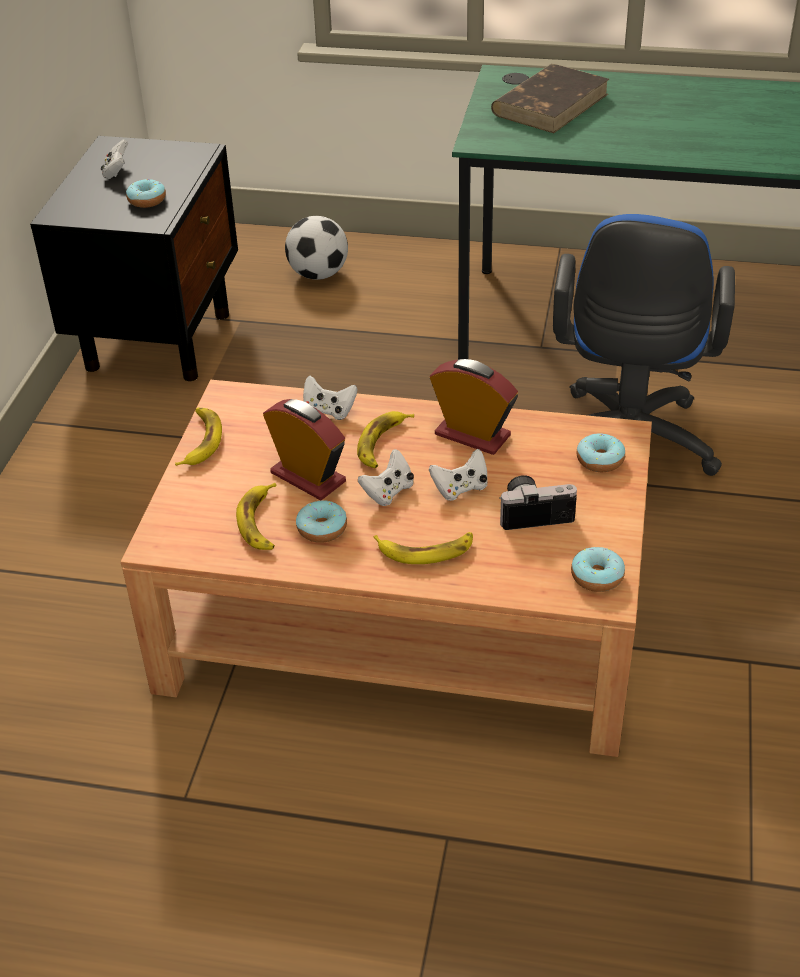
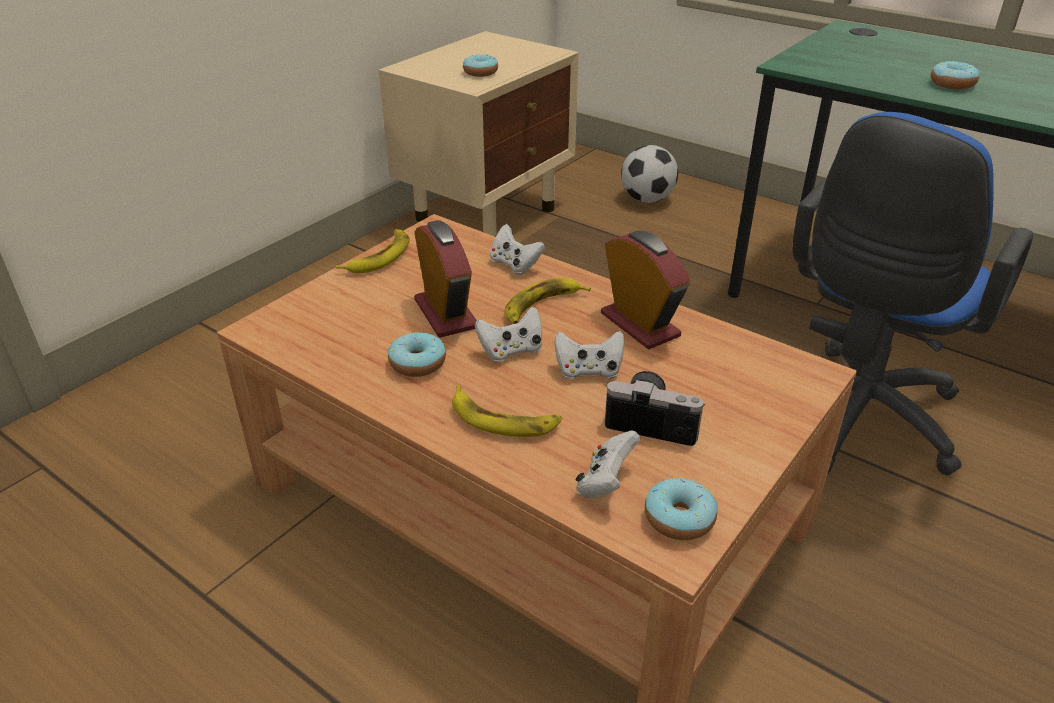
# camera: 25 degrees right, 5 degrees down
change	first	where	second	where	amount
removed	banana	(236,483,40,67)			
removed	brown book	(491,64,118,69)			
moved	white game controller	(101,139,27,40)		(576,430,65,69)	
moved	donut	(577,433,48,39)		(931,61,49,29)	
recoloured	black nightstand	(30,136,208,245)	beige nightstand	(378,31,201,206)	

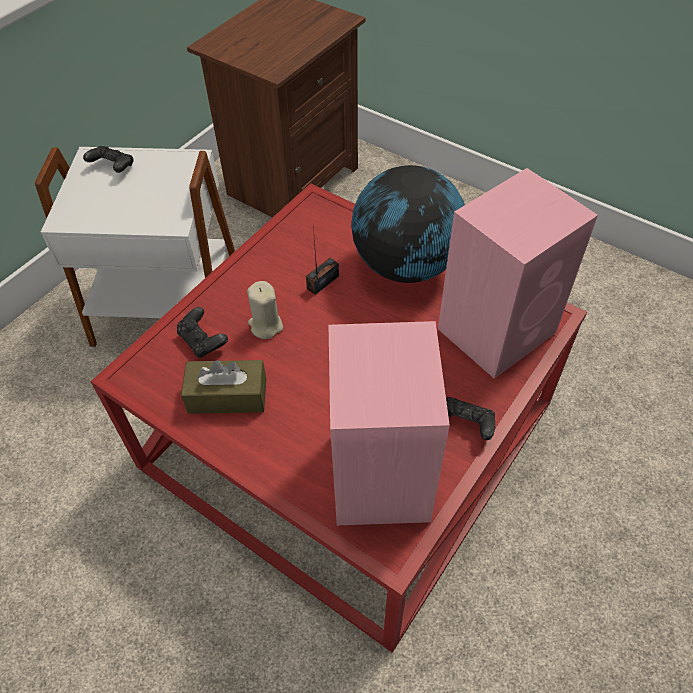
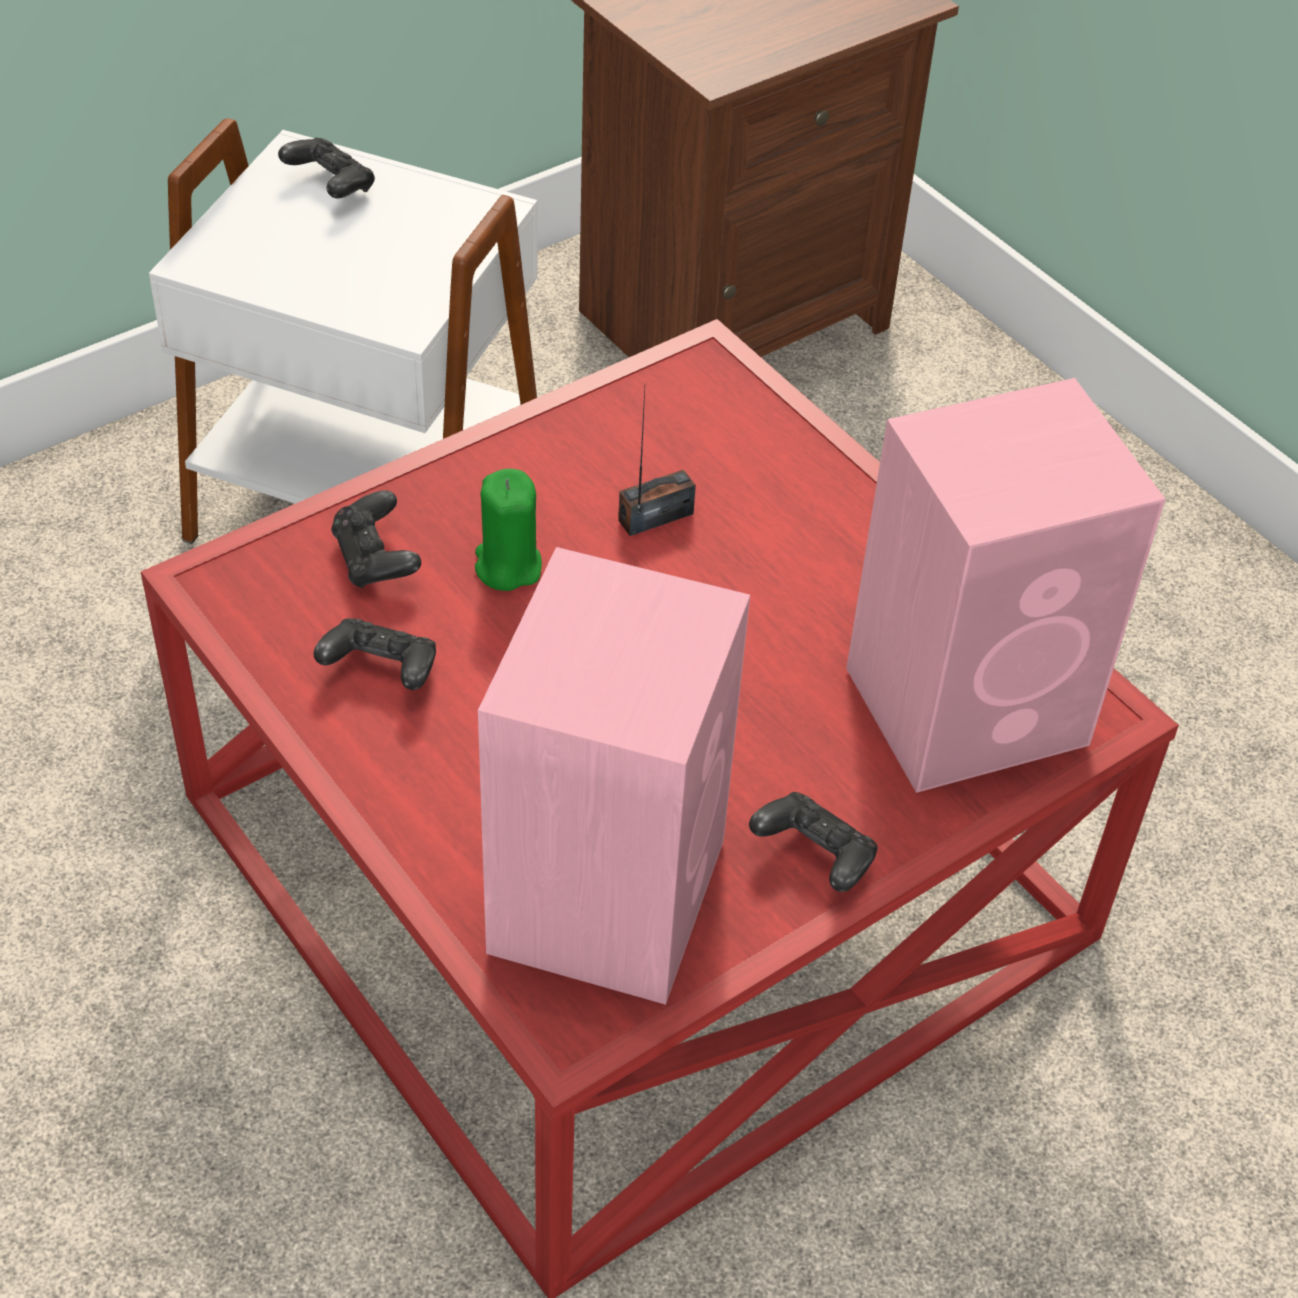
# camera: 15 degrees right, 5 degrees down
change	first	where	second	where	amount
removed	globe	(351,165,114,118)			
replaced	brown tissue box	(181,360,85,54)	black game controller	(314,618,122,72)	
recoloured	beige candle	(247,281,36,58)	green candle	(475,469,67,122)	

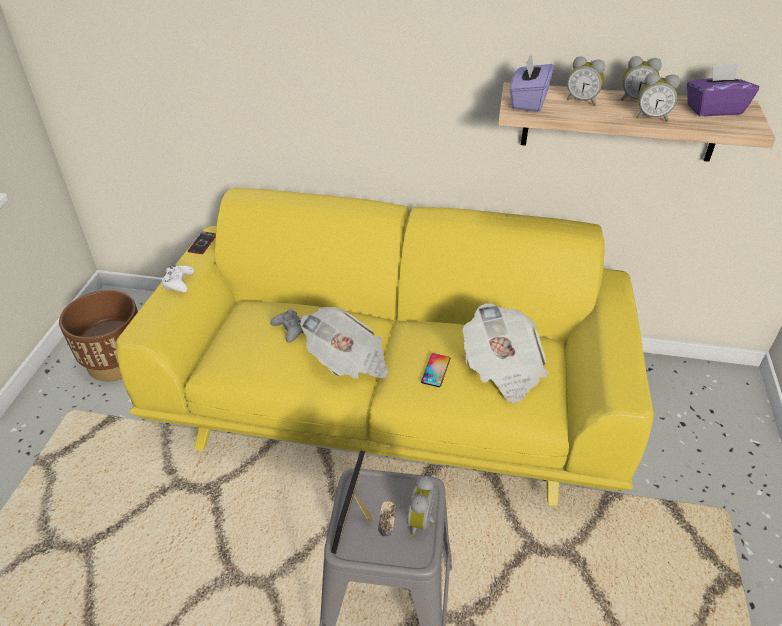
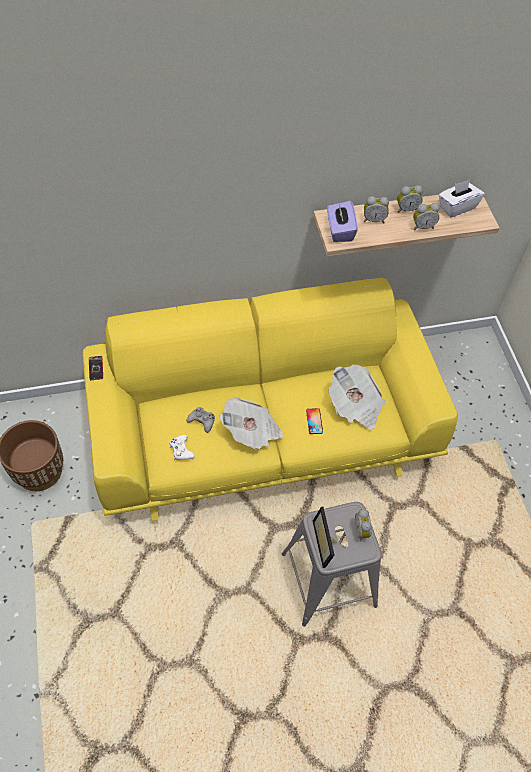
# camera: 25 degrees left, 15 degrees up
change	first	where	second	where	amount
moved	white game controller	(162,265,32,27)		(170,435,25,25)	
recoloured	purple tissue box	(687,63,72,53)	white tissue box	(439,179,45,38)	

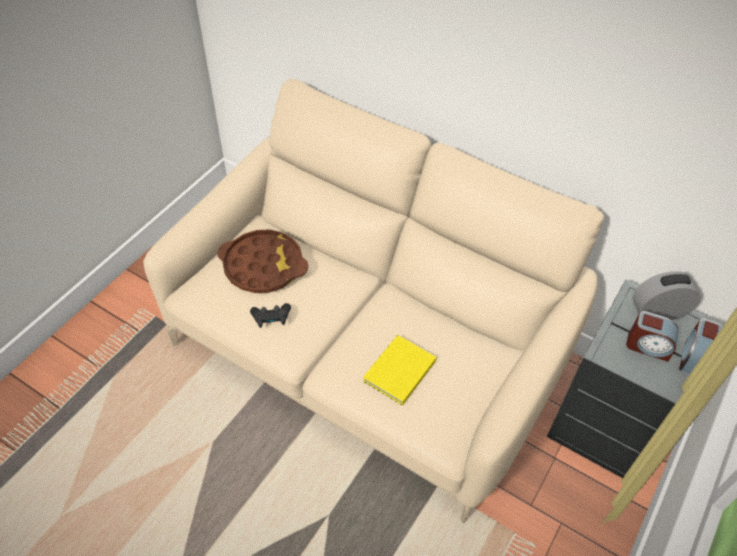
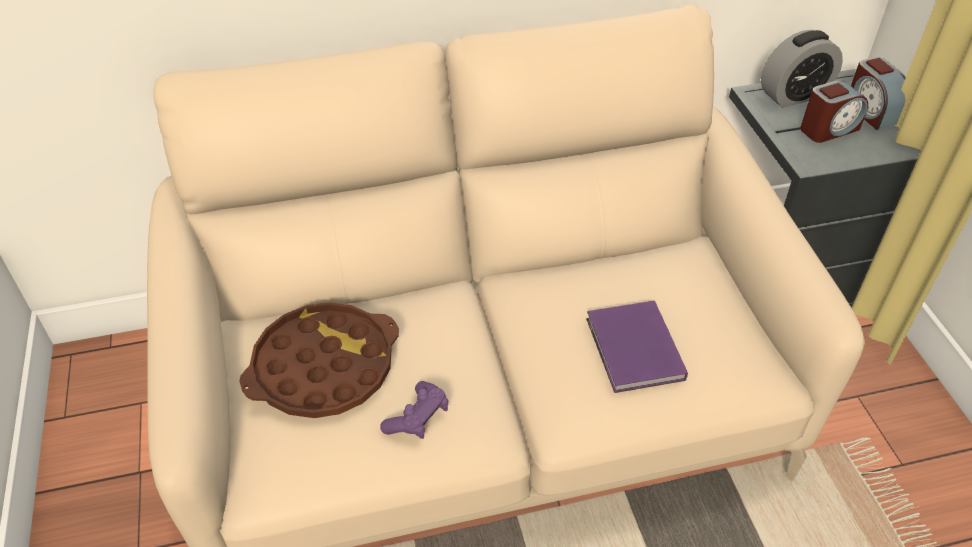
# camera: 45 degrees left, 5 degrees down
change	first	where	second	where	amount
recoloured	black game controller	(250,303,41,25)	purple game controller	(380,381,68,58)	
recoloured	yellow book	(363,335,73,70)	purple book	(586,300,102,93)	
turned	alarm clock	(632,271,68,49)		(761,30,82,78)	150 degrees counterclockwise

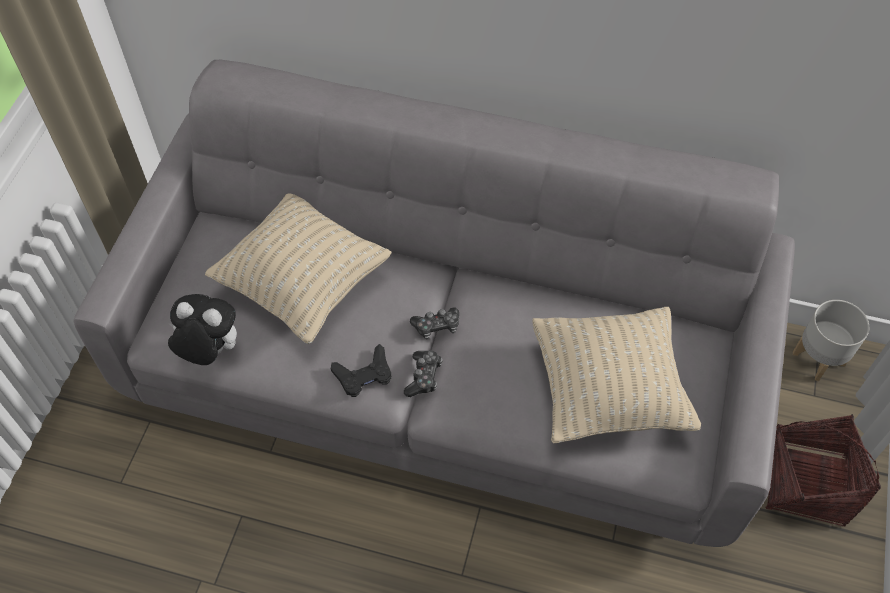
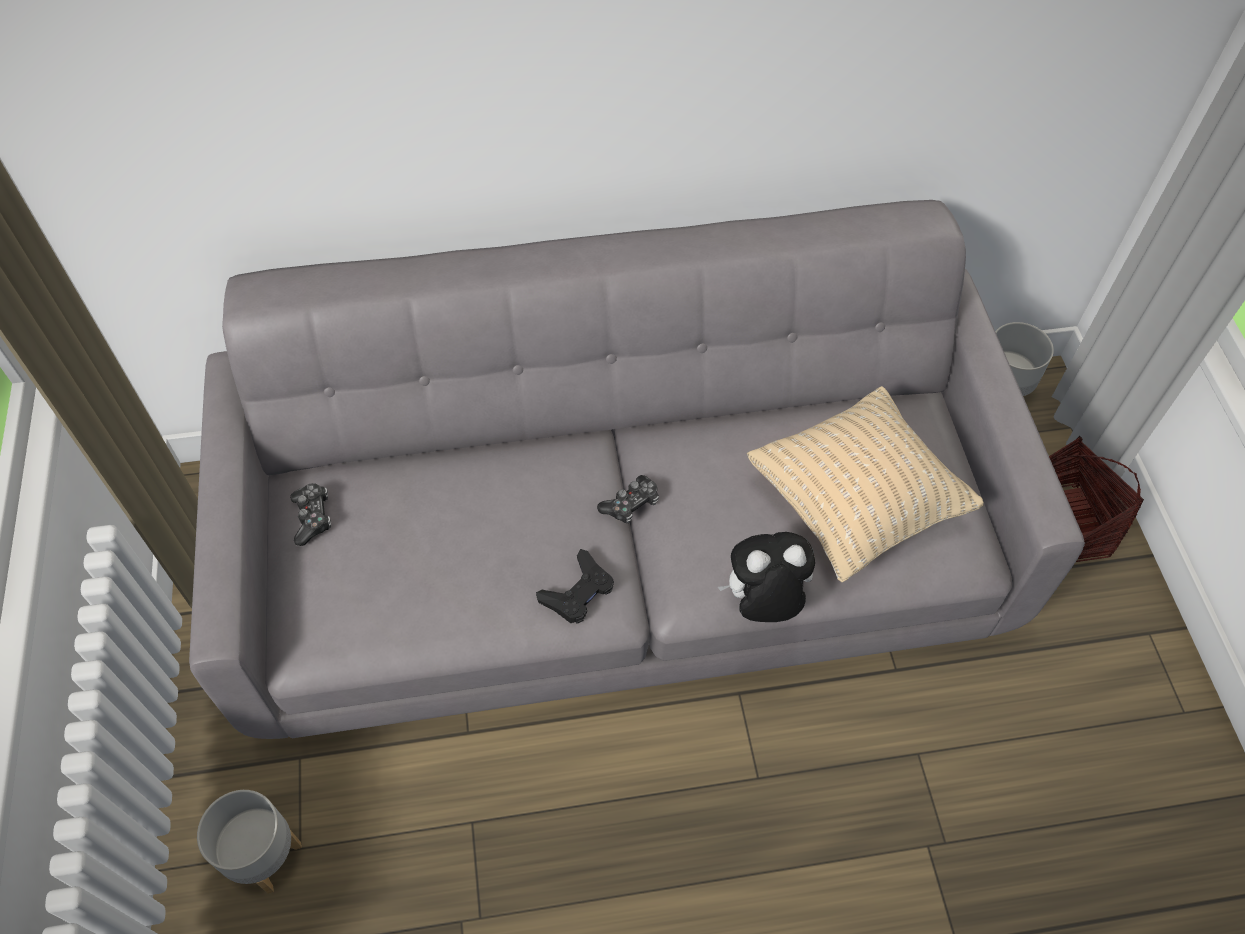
# camera: 25 degrees left, 0 degrees up
change	first	where	second	where	amount
removed	beige pillow	(205,193,187,151)			
added			grey planter	(197,790,105,104)	
moved	plush toy	(168,294,69,71)		(718,532,97,90)	
moved	game controller	(404,350,38,47)		(290,483,41,63)	

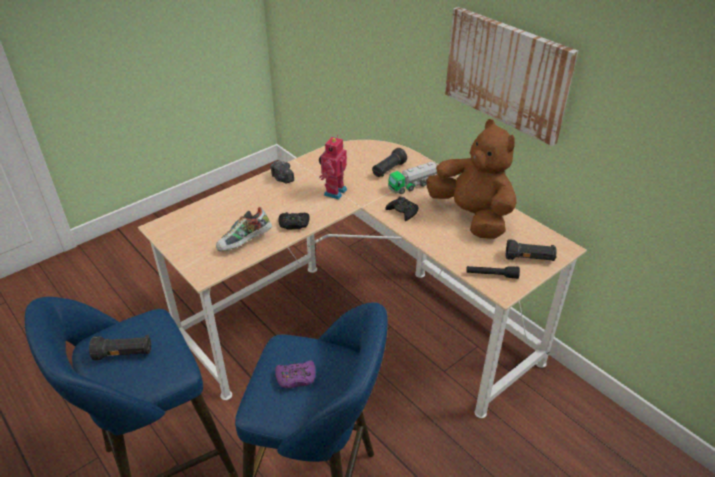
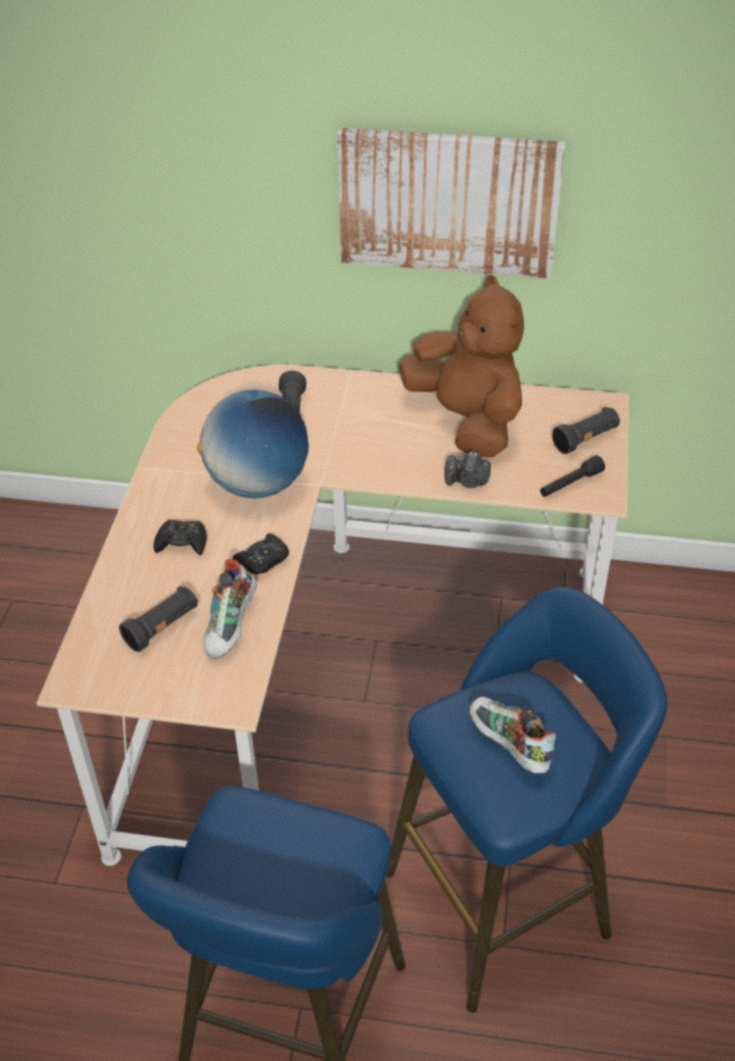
# camera: 40 degrees left, 5 degrees up
change	first	where	second	where	amount
removed	toy truck	(388,162,50,32)			
moved	black flashlight	(89,335,62,25)		(119,586,79,66)	
moved	photo camera	(270,160,24,24)		(445,451,46,37)	
moved	black game controller	(385,196,33,25)		(154,520,53,35)	
replaced	purple game controller	(275,360,41,28)	shoe	(469,697,87,77)	
replaced	toy robot	(319,135,28,65)	globe	(197,389,112,109)	
turned	brown plush toy	(427,119,89,120)		(399,275,125,182)	45 degrees clockwise

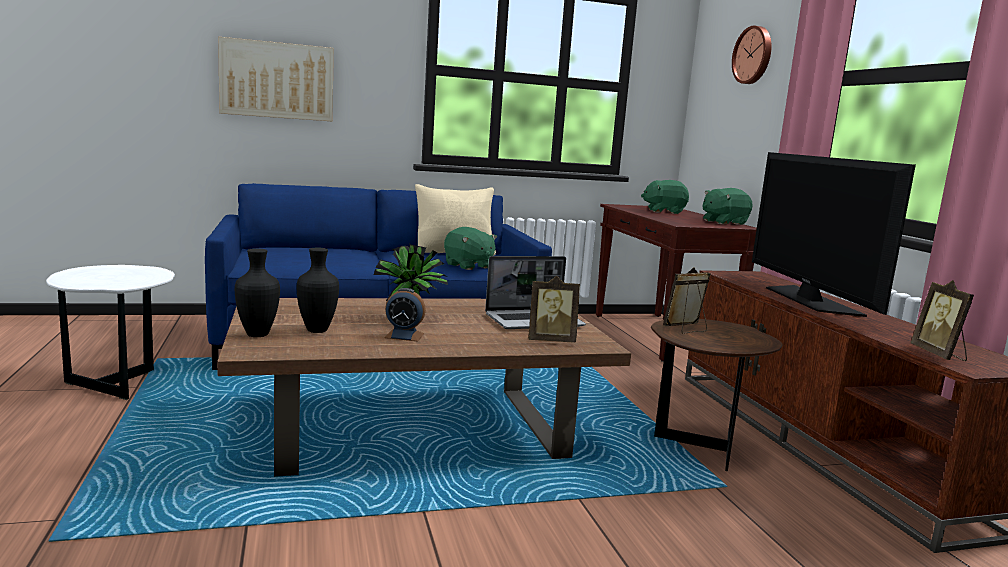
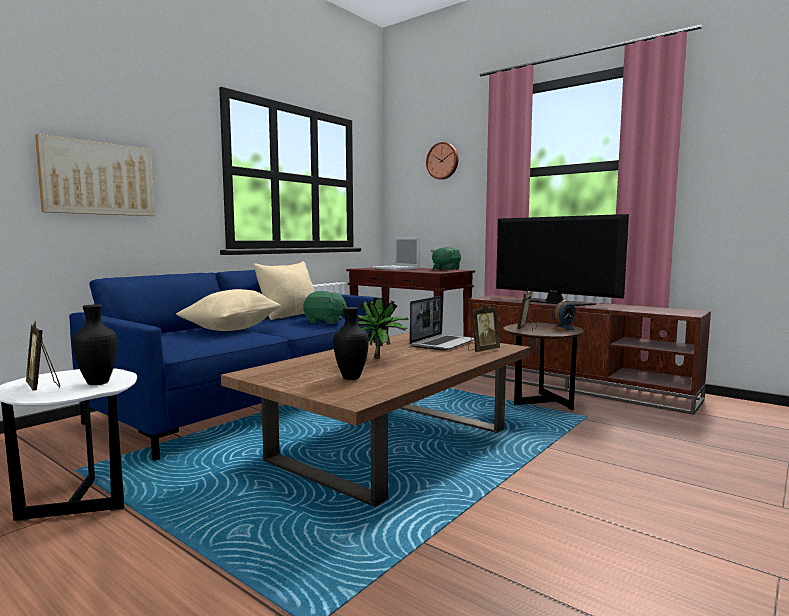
# camera: 35 degrees left, 5 degrees down
change	first	where	second	where	amount
added			beige pillow	(176,289,105,42)	
moved	black vase	(235,248,45,89)		(72,304,45,81)	
moved	alarm clock	(384,288,42,54)		(551,300,26,31)	
moved	picture frame	(910,280,64,81)		(26,320,34,70)	
replaced	green plush toy	(641,180,48,34)	laptop	(372,237,48,33)	

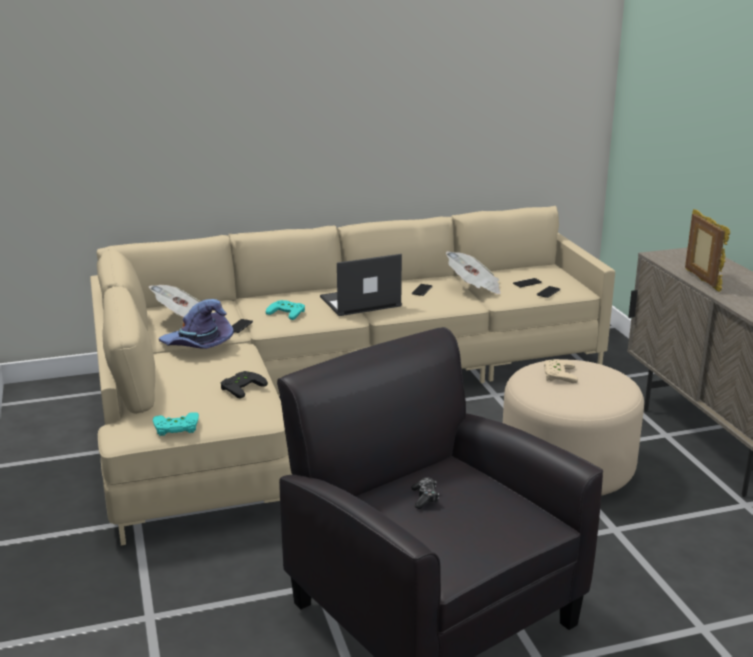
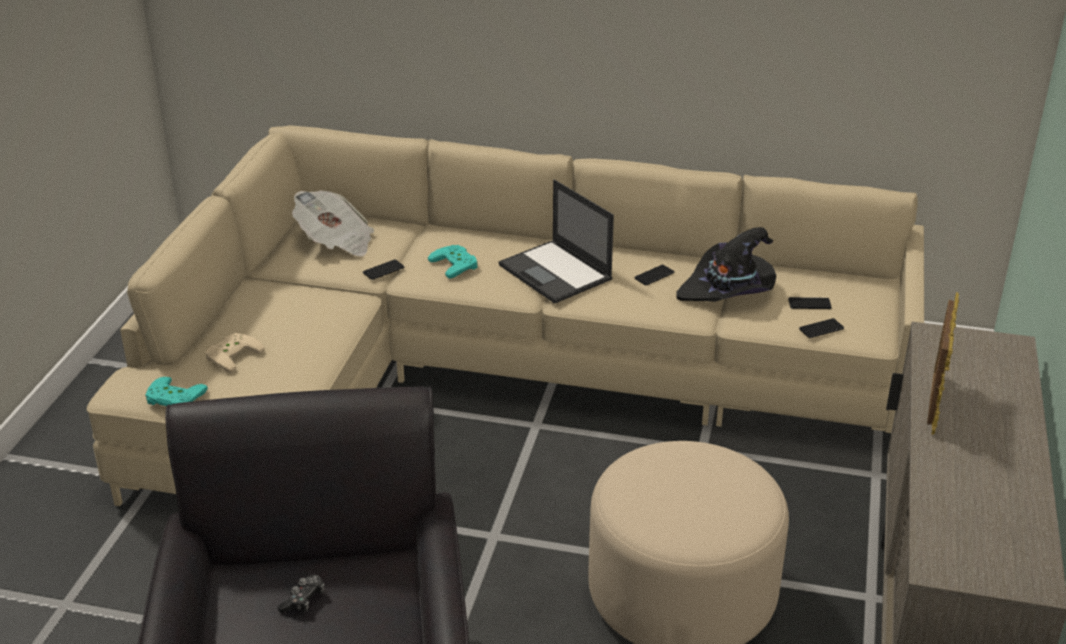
# camera: 30 degrees right, 10 degrees up
change	first	where	second	where	amount
removed	purple hat	(159,299,75,50)			
removed	black game controller	(220,371,48,28)			
moved	beige game controller	(544,359,34,24)		(205,333,60,40)	
replaced	newspaper	(446,251,55,43)	black hat	(676,227,100,75)	
turned	laptop	(320,254,82,62)		(499,180,115,124)	135 degrees counterclockwise

